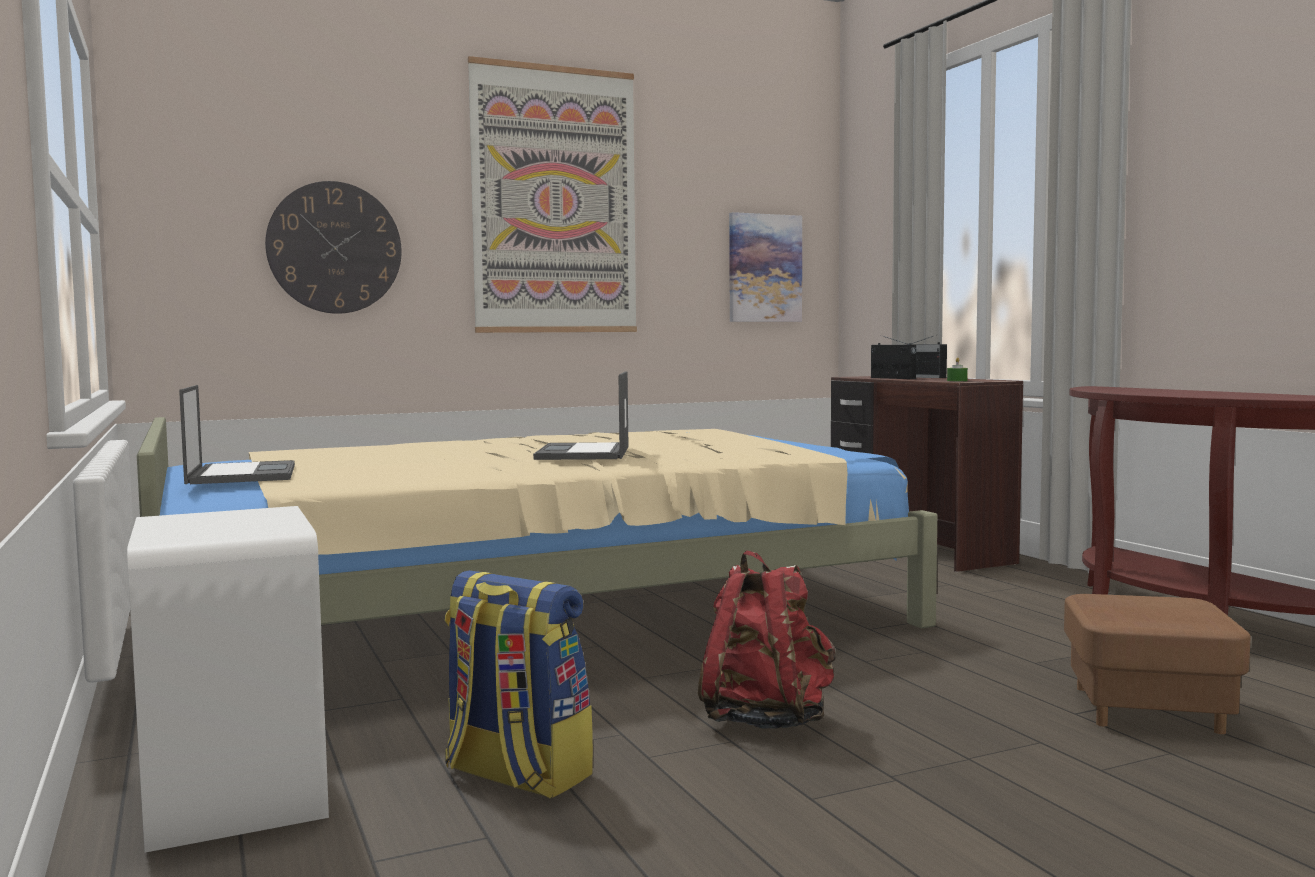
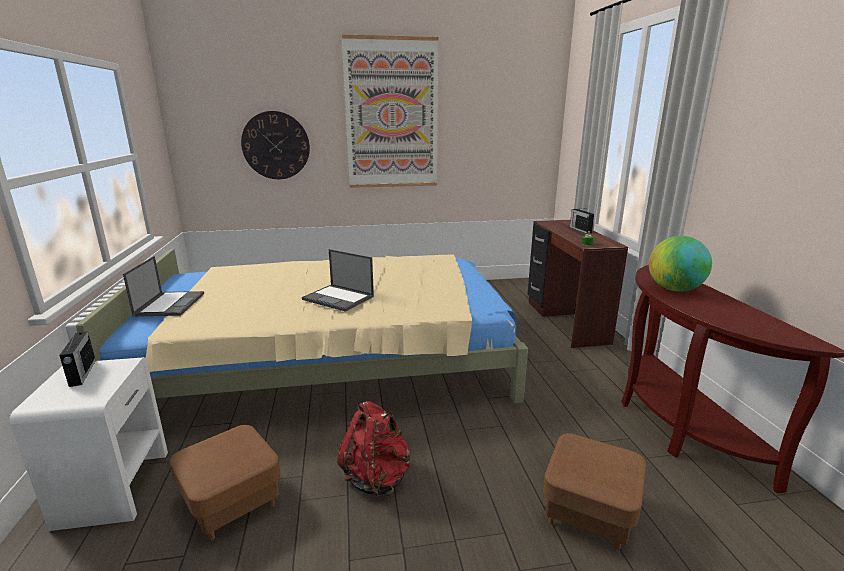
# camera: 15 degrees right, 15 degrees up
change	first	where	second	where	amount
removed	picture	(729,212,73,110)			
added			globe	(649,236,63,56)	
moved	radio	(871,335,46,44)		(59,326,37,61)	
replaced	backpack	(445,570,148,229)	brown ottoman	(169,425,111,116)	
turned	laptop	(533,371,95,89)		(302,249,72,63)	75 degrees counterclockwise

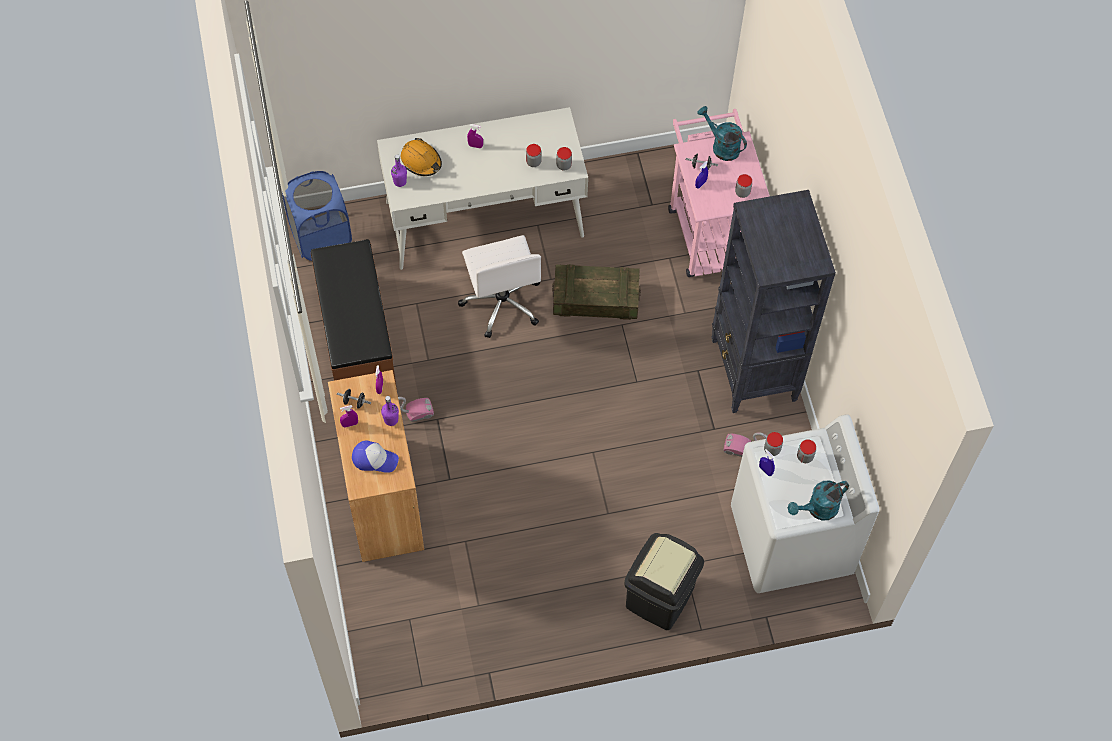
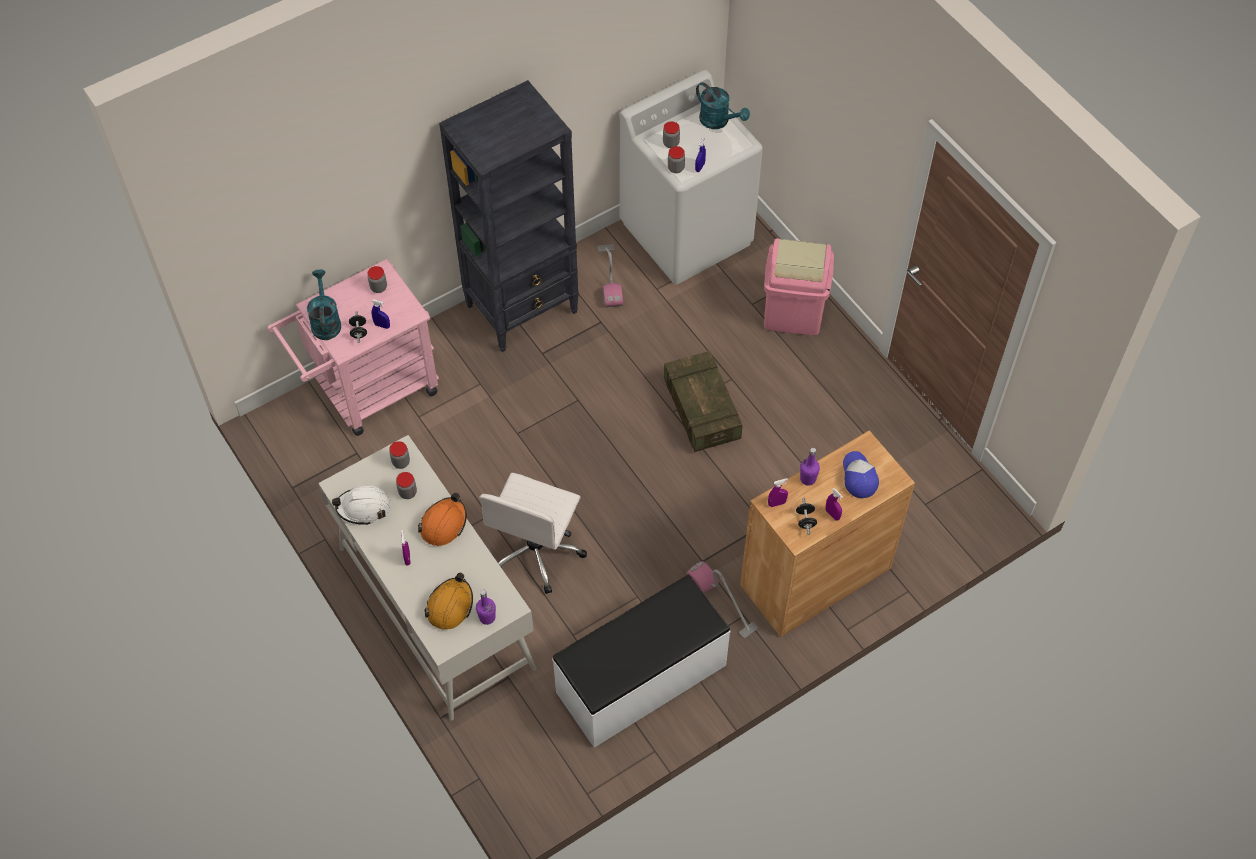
# camera: 110 degrees left, 5 degrees down
change	first	where	second	where	amount
removed	blue laundry basket	(282,171,70,90)			
added			white hard hat	(332,485,59,40)	
added			orange hard hat	(418,493,49,53)	
moved	crate	(552,264,89,56)		(664,351,78,101)	
recoloured	brown bench	(311,239,86,150)	white bench	(552,575,179,173)	
recoloured	black trash can	(624,533,80,97)	pink trash can	(764,238,70,97)	
turned	white office chair	(458,235,83,103)		(479,473,108,121)	150 degrees clockwise
turned	turquoise watering can	(697,106,50,55)		(307,269,34,71)	150 degrees clockwise

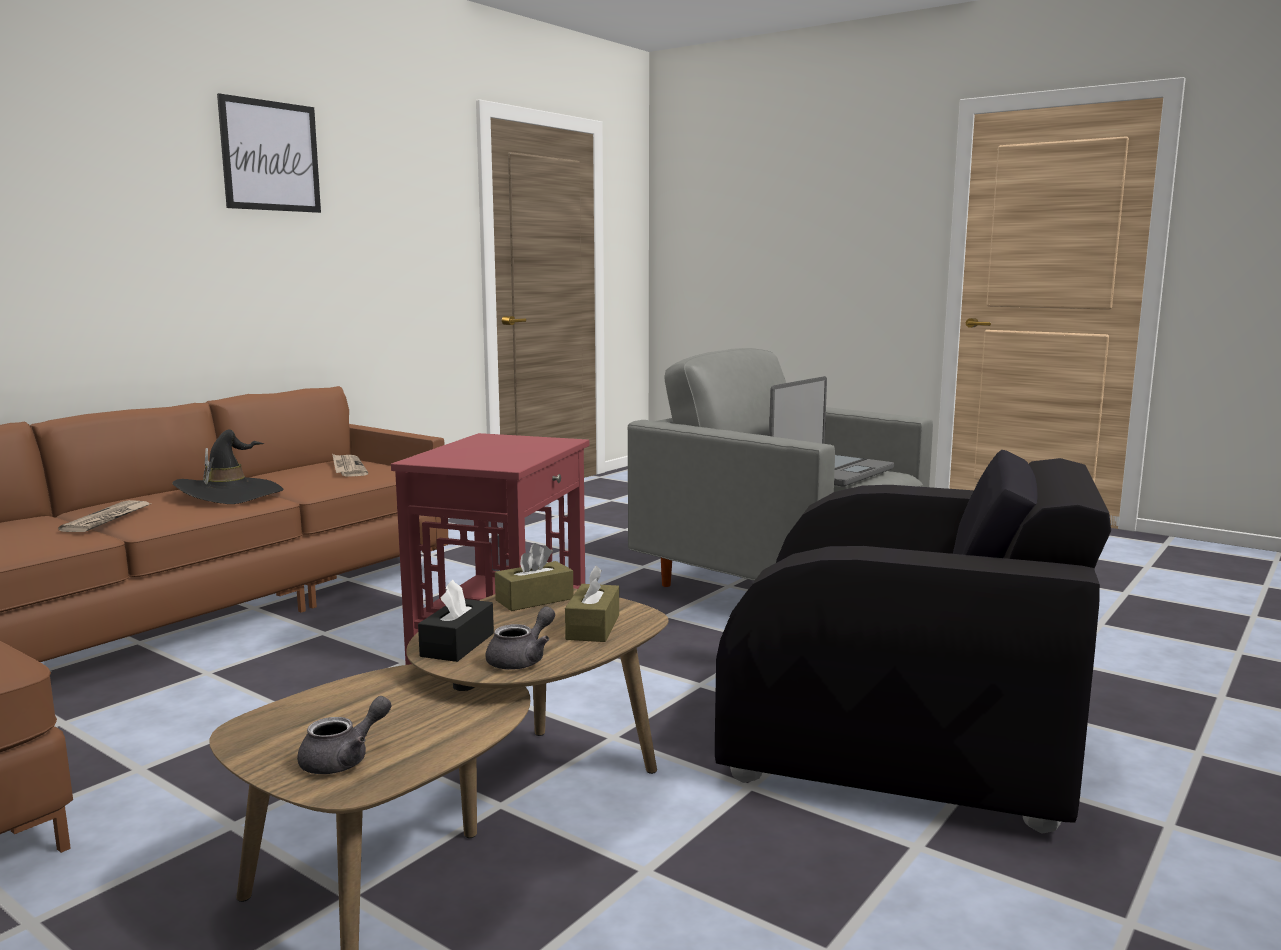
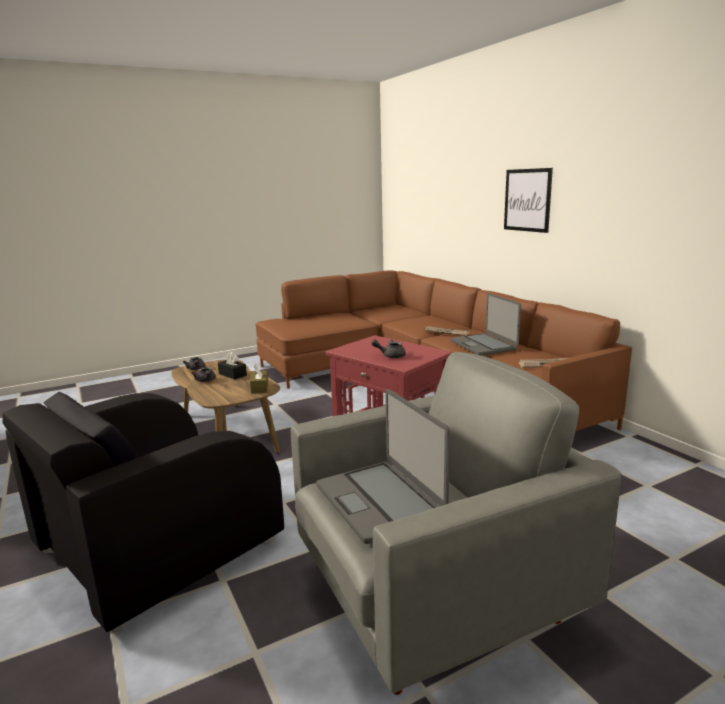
# camera: 115 degrees right, 5 degrees up
change	first	where	second	where	amount
removed	brown tissue box	(565,566,54,76)			
added			grey teapot	(371,339,35,19)	
moved	picture	(217,93,104,120)		(504,168,49,65)	
replaced	black hat	(172,429,112,75)	laptop	(450,293,71,63)	

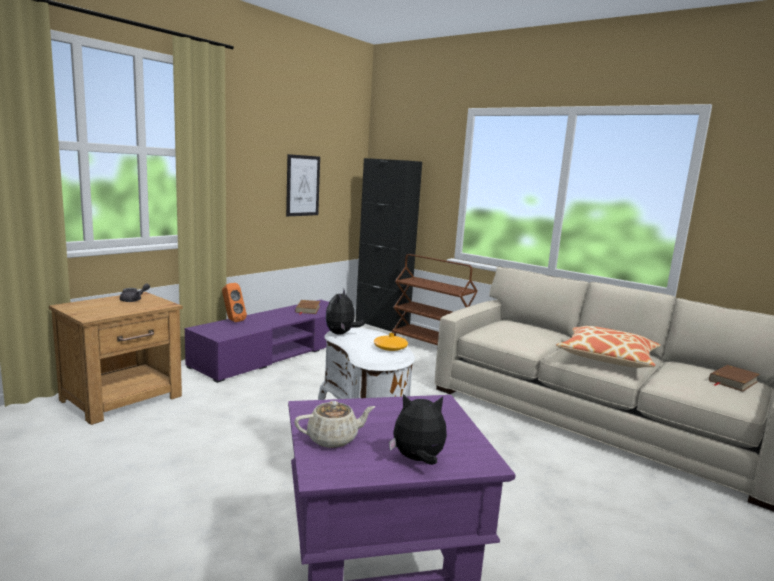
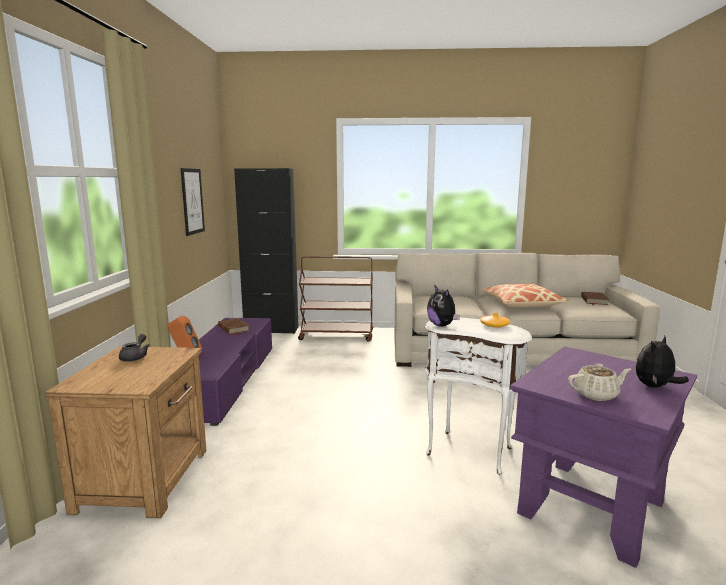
# camera: 35 degrees left, 0 degrees up
change	first	where	second	where	amount
turned	beige teapot	(294,401,82,47)		(568,363,63,38)	45 degrees clockwise

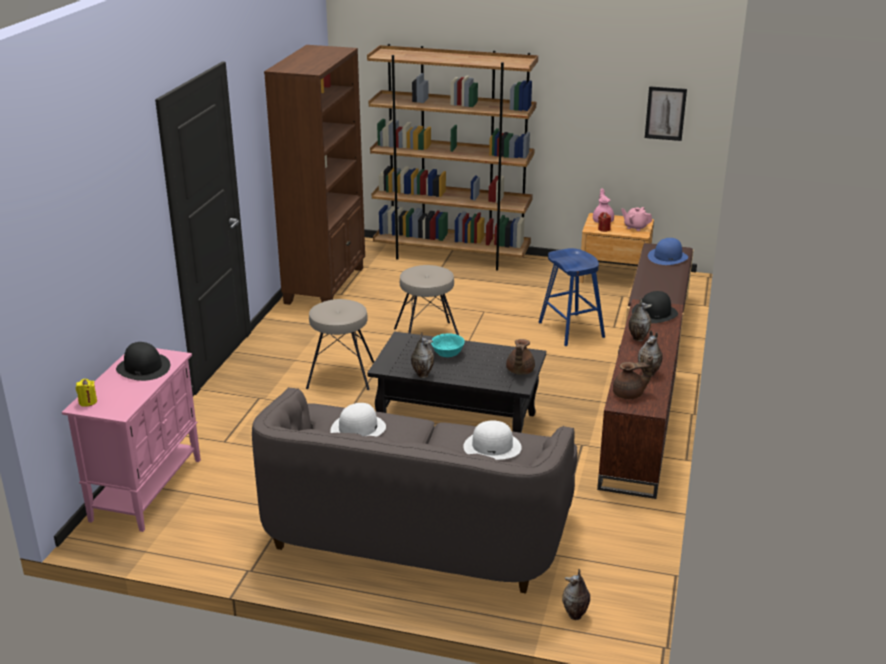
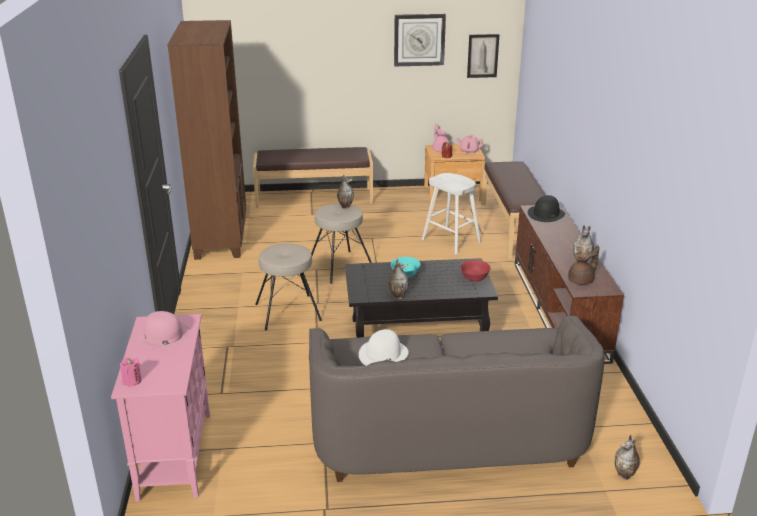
# camera: 20 degrees left, 0 degrees up
change	first	where	second	where	amount
removed	white hat	(463,420,59,40)			
removed	blue hat	(648,238,40,27)			
added			wall clock	(394,14,52,52)	
moved	vase	(629,297,23,44)		(337,174,17,35)	
replaced	brown bookcase	(367,44,171,227)	brown bench	(253,147,120,61)	
replaced	brown teapot	(506,339,29,36)	red bowl	(460,260,31,21)	
recoloured	yellow candle	(76,379,21,28)	pink candle	(120,358,22,29)	
recoloured	black hat	(116,342,54,39)	pink hat	(136,311,56,39)	
recoloured	blue stool	(538,248,67,98)	white stool	(422,173,59,82)	

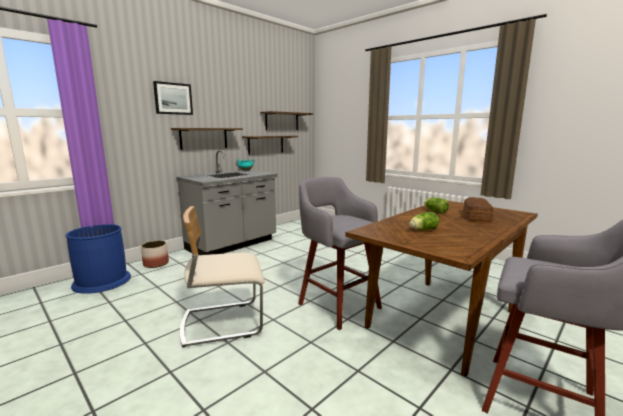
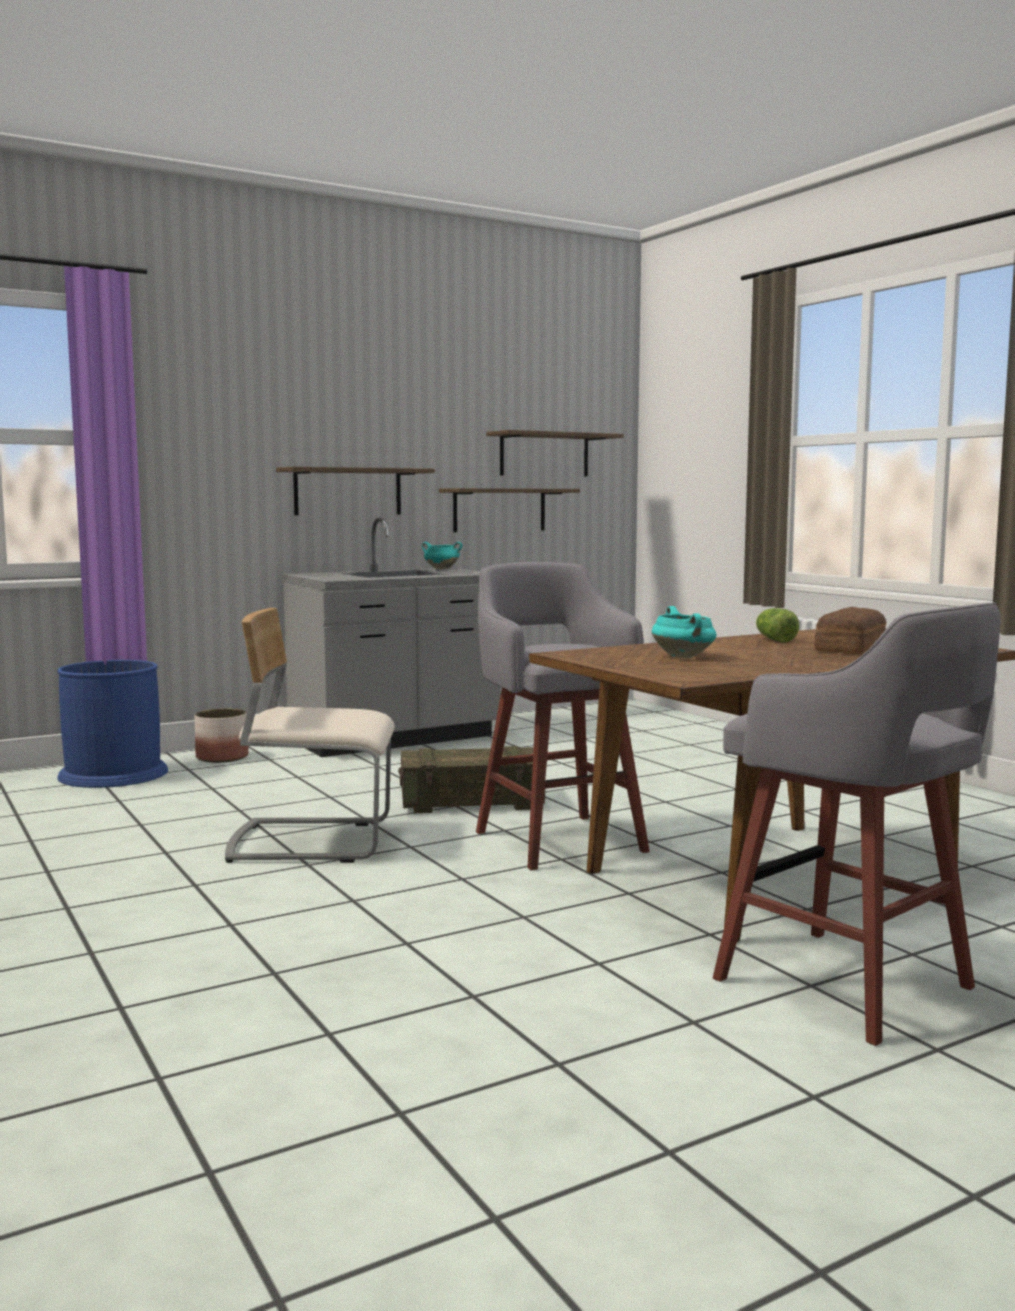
# camera: 15 degrees right, 5 degrees down
change	first	where	second	where	amount
removed	picture	(153,81,40,34)			
added			crate	(398,746,147,67)	
replaced	lettuce	(409,212,30,18)	turquoise cooking pot	(652,606,64,52)	

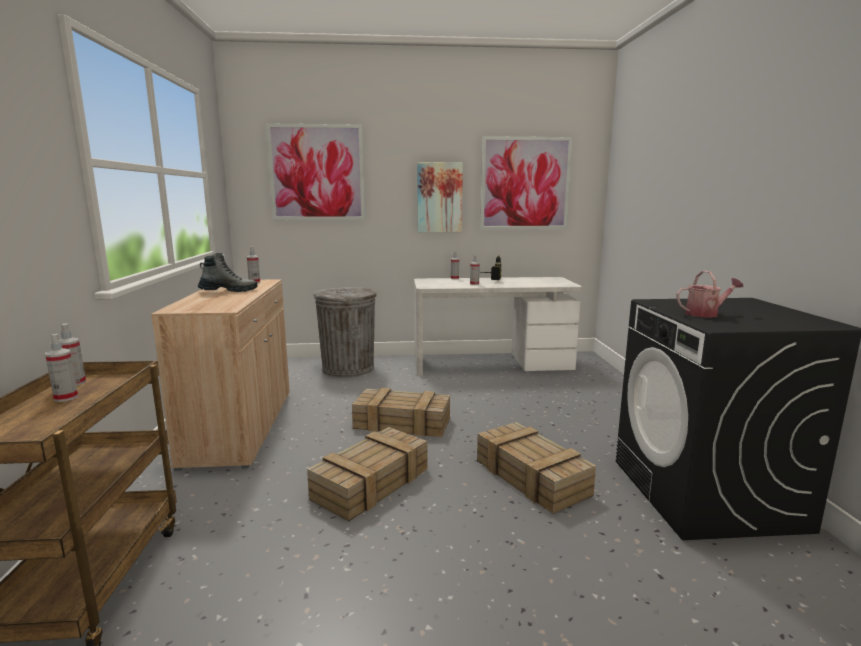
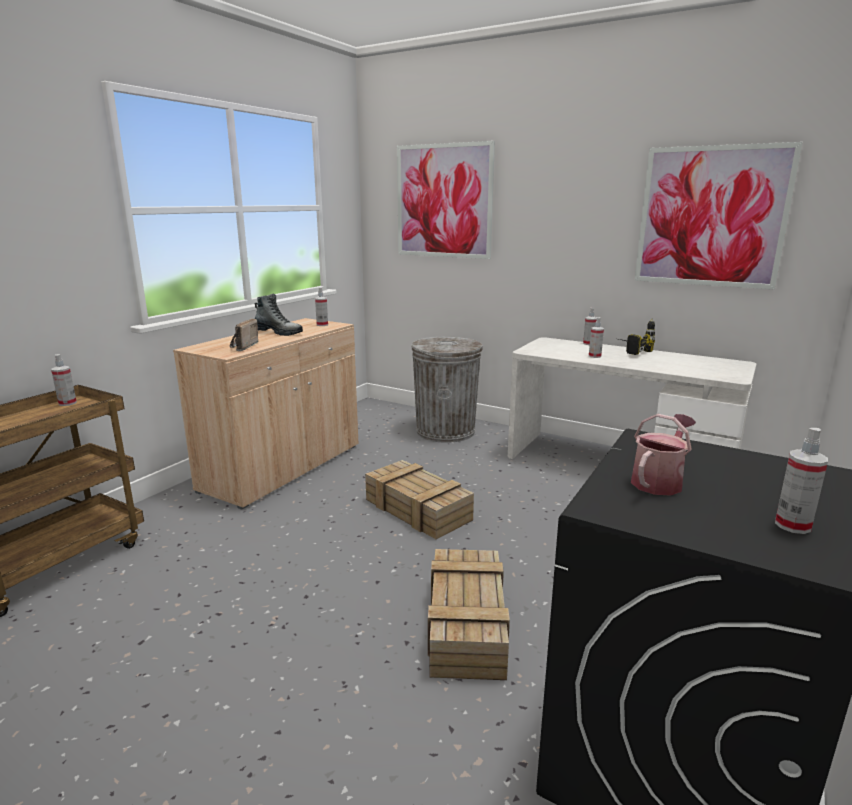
# camera: 35 degrees right, 5 degrees up
change	first	where	second	where	amount
removed	crate	(307,427,121,94)			
removed	picture	(417,162,46,70)			
added			radio	(230,318,29,33)	
moved	spray bottle	(45,334,33,68)		(775,428,53,106)	
turned	watering can	(676,270,68,48)		(631,414,65,82)	75 degrees counterclockwise

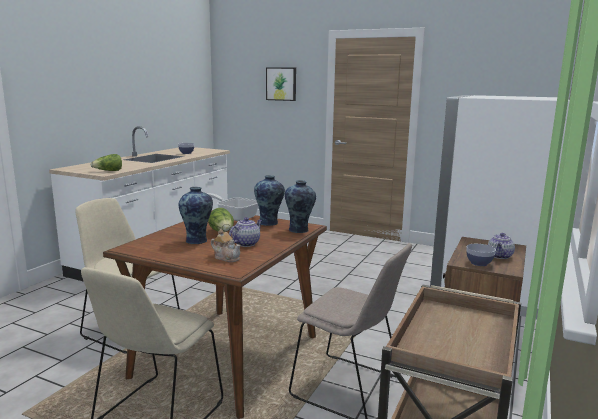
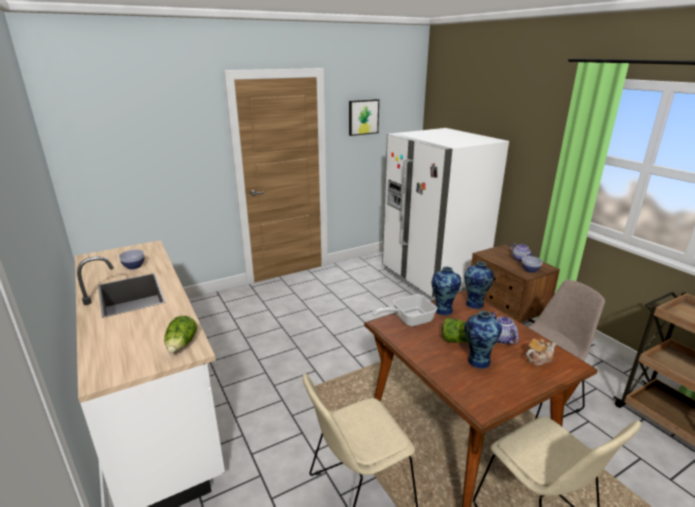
# camera: 55 degrees left, 10 degrees up
change	first	where	second	where	amount
moved	picture	(266,67,30,34)		(349,99,30,37)	

